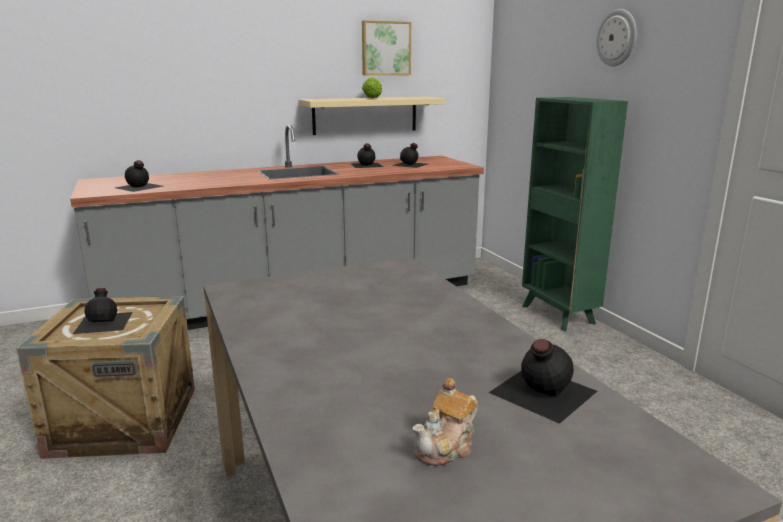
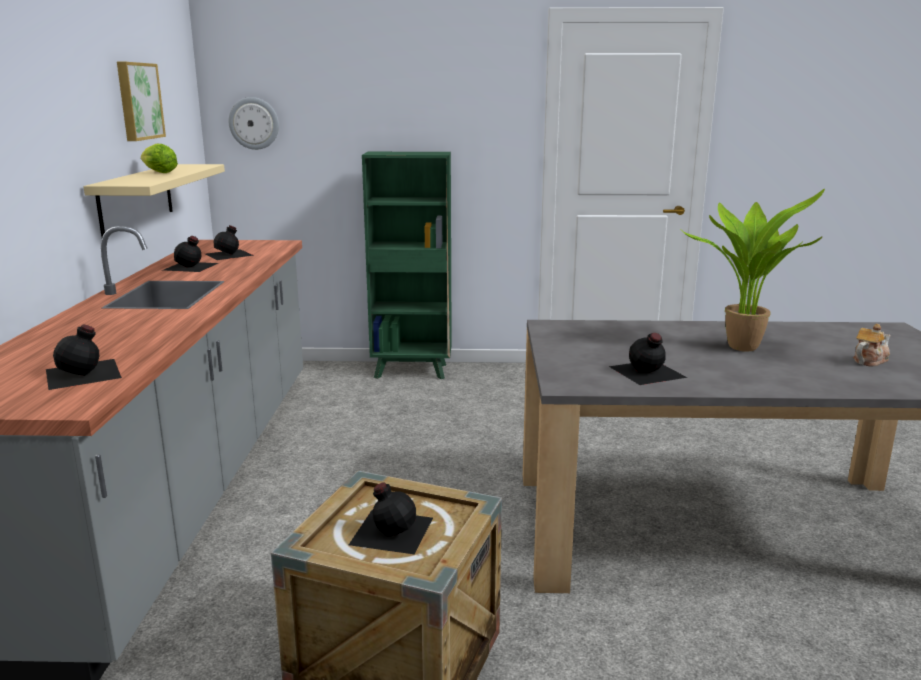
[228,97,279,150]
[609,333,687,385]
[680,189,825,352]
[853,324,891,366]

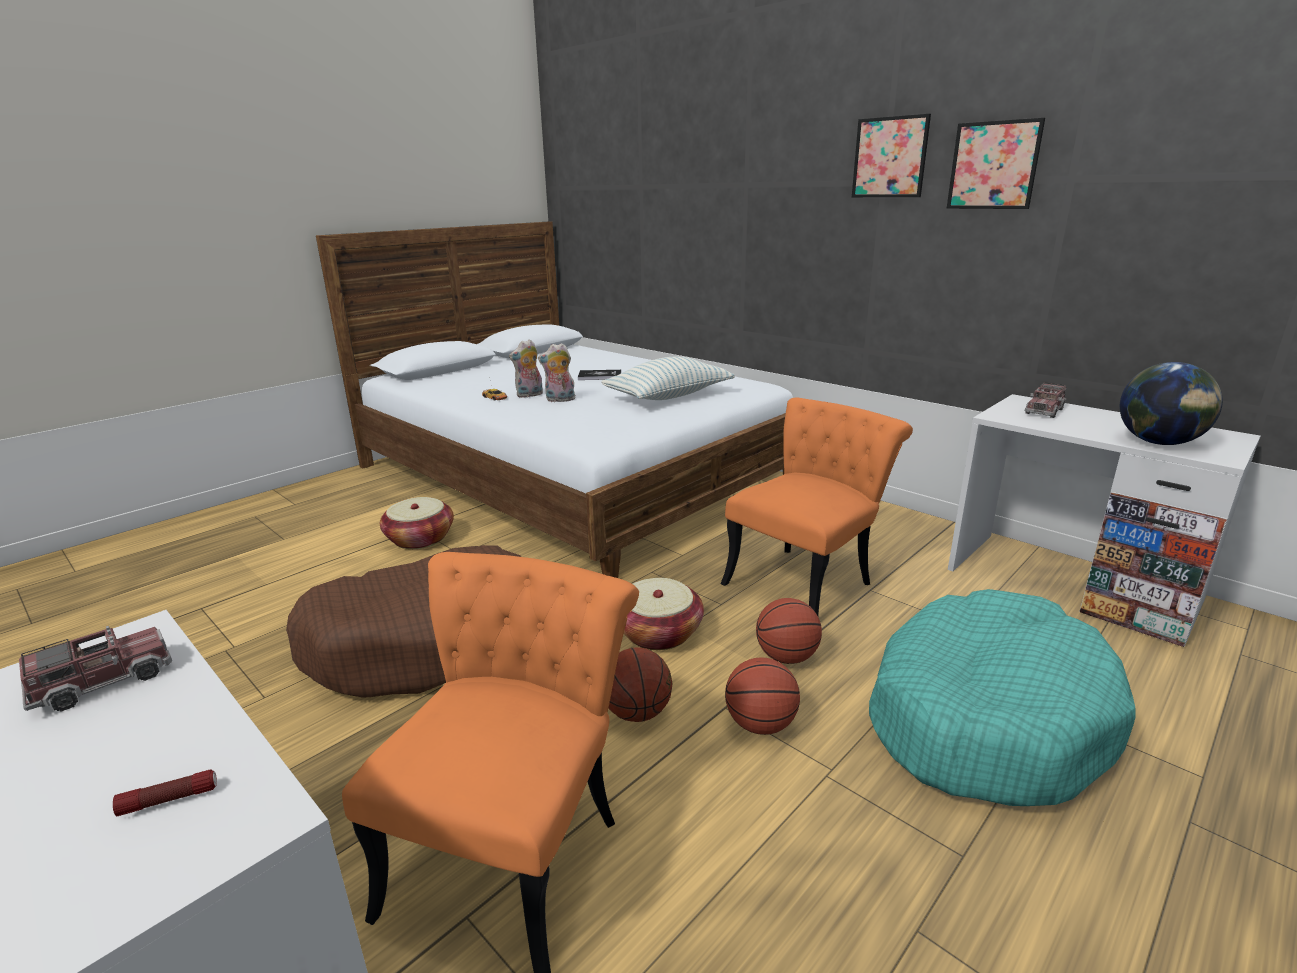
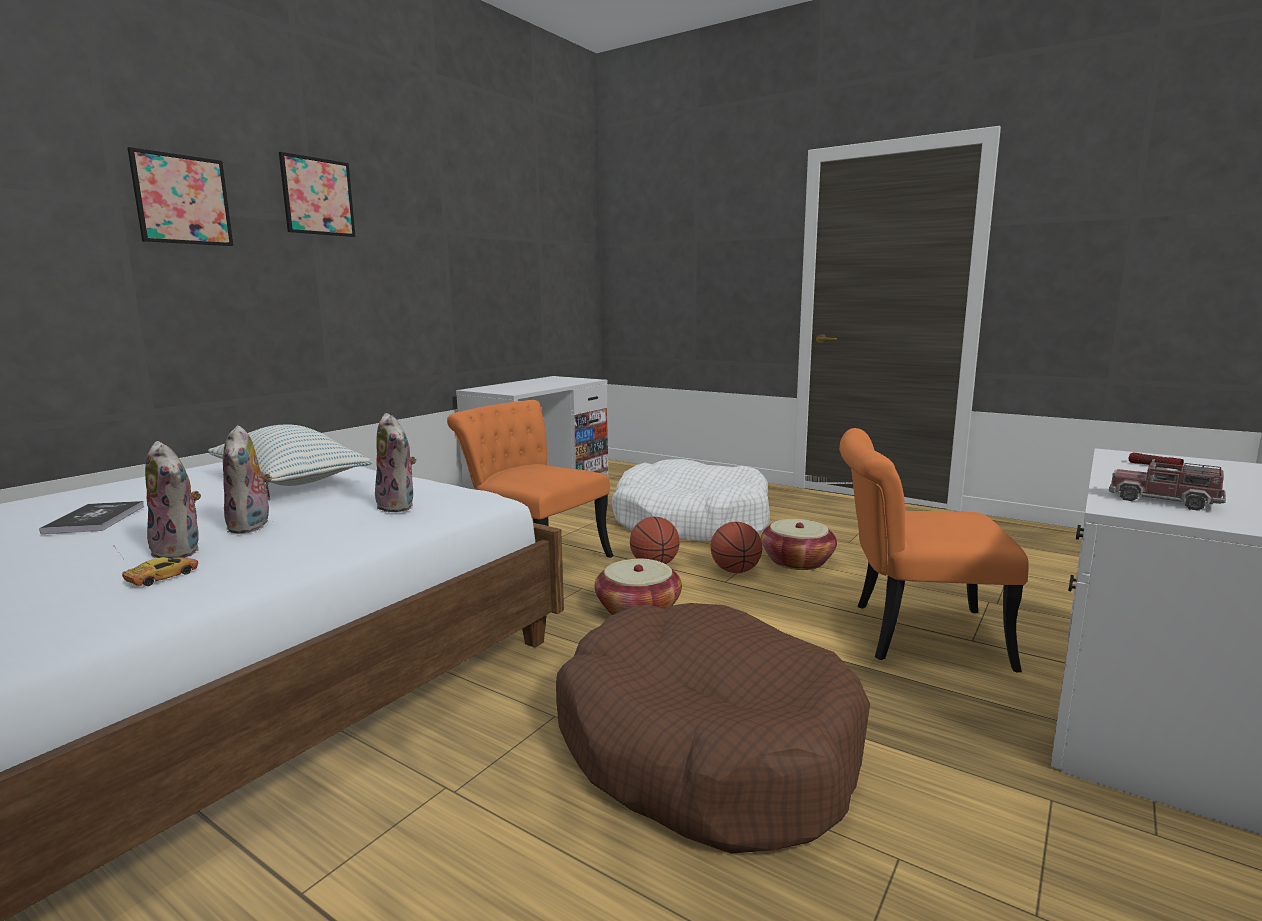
[128,147,233,246]
[375,413,416,512]
[612,459,770,542]
[761,519,837,570]
[609,647,672,722] (first image)
[1025,382,1067,418] (first image)
[1120,362,1223,445] (first image)

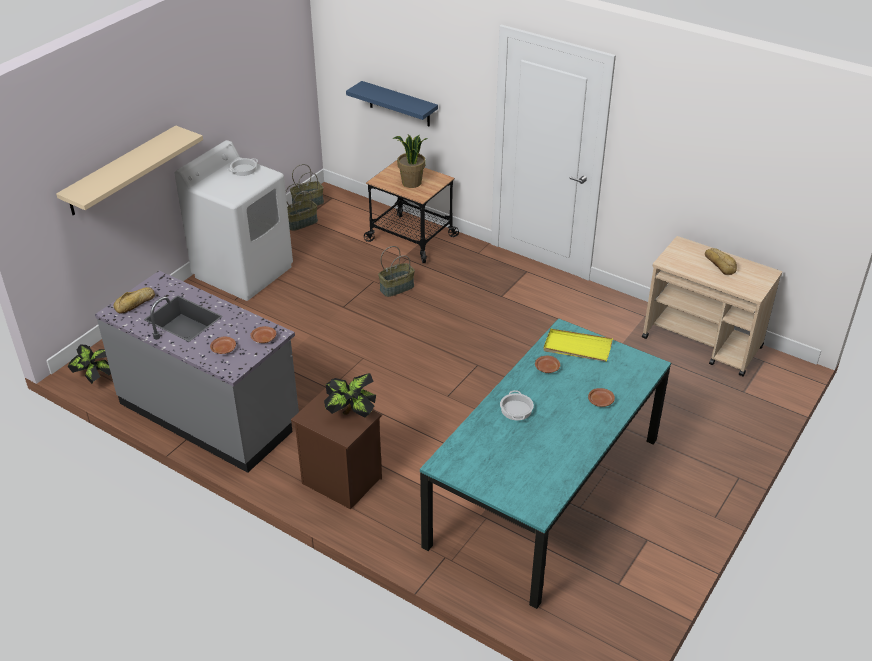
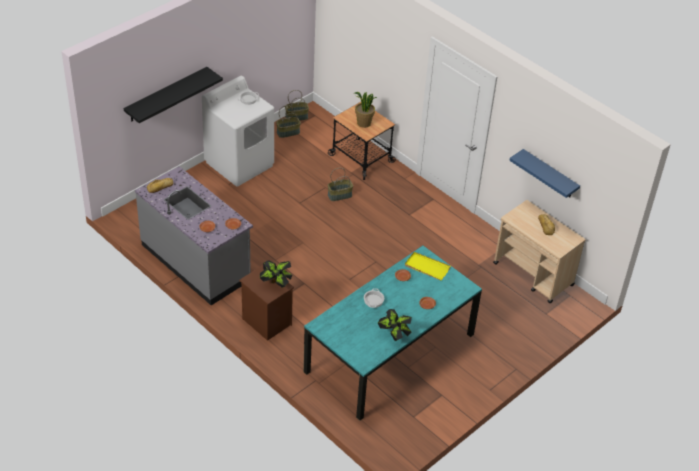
[124,67,223,123]
[378,309,412,341]
[509,149,580,198]

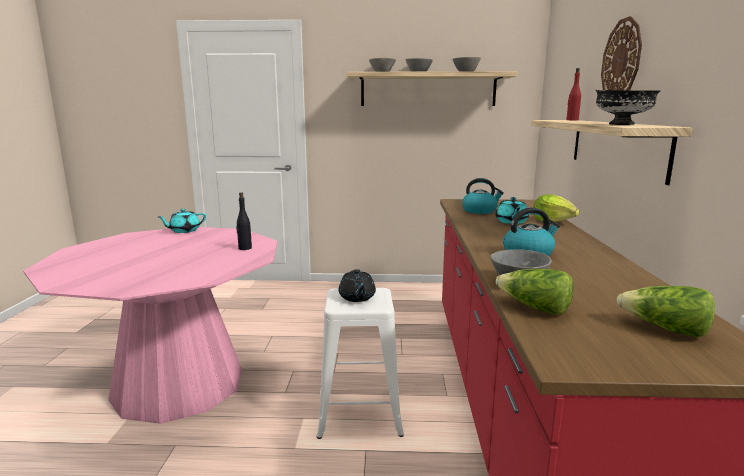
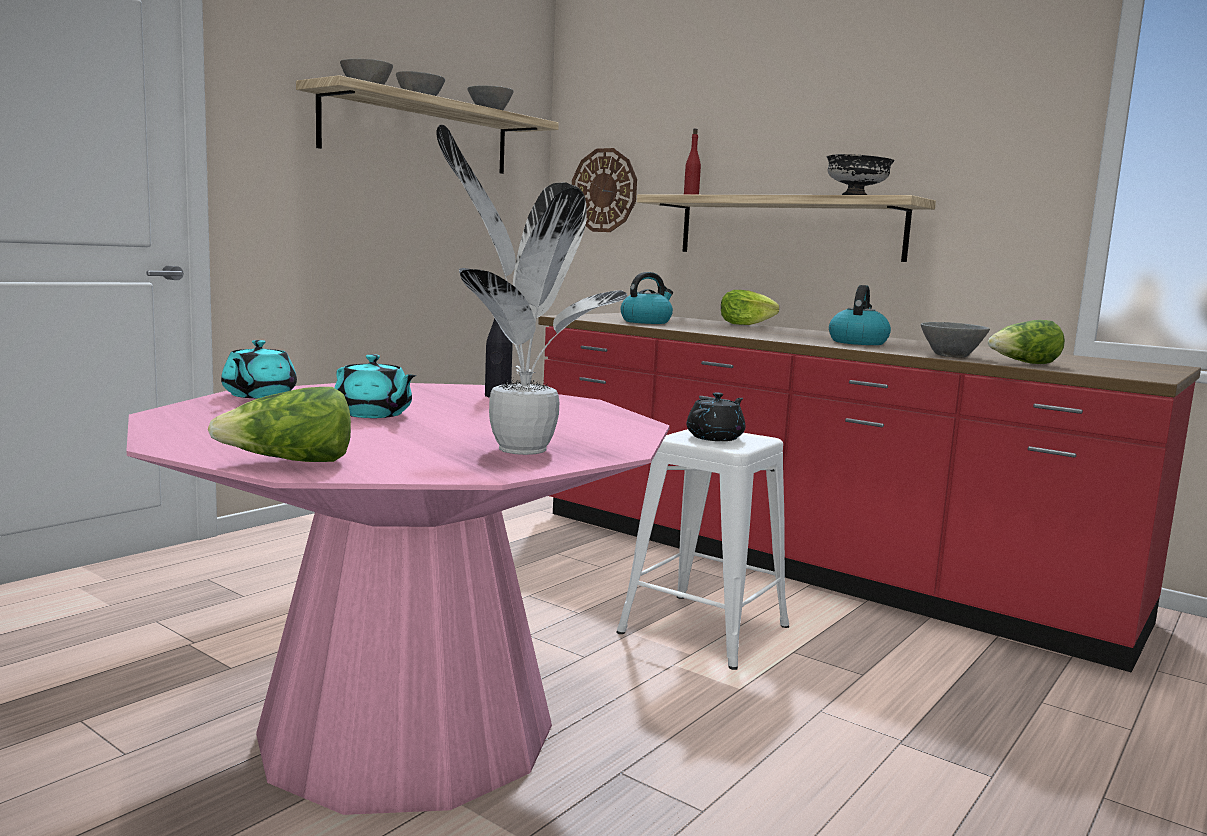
[208,387,351,462]
[334,354,416,418]
[436,125,627,455]
[572,148,637,232]
[687,392,745,441]

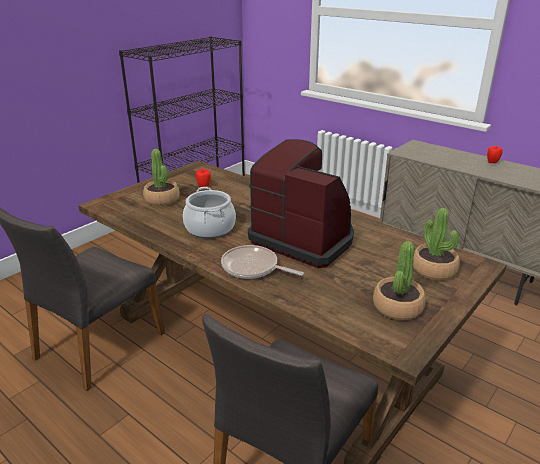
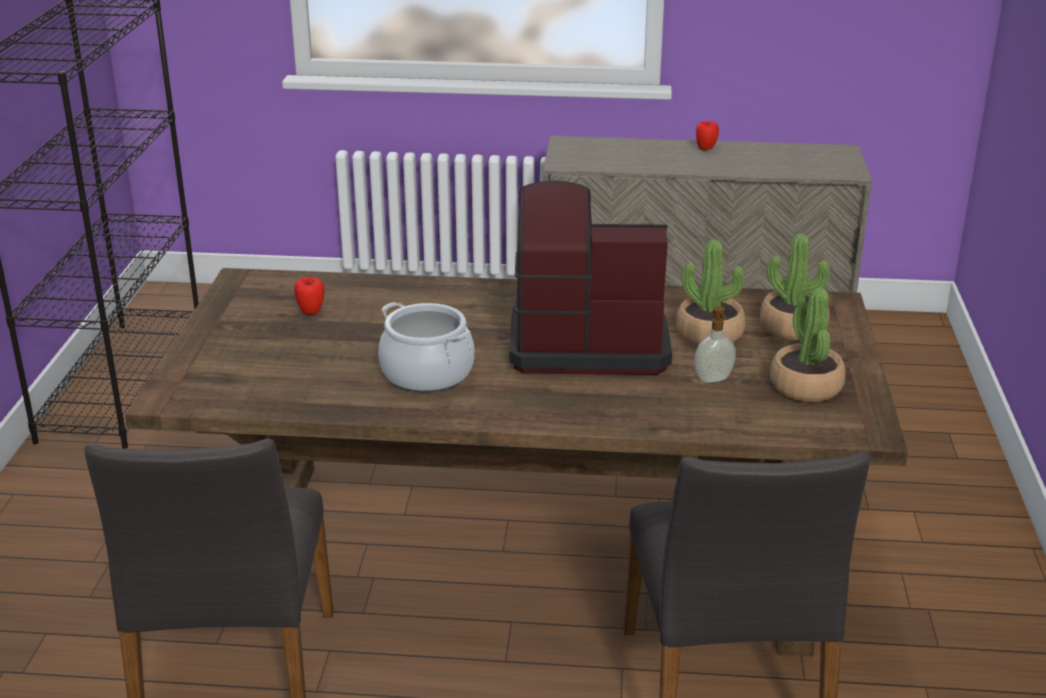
[676,239,745,345]
[694,306,736,383]
[221,245,304,279] (first image)

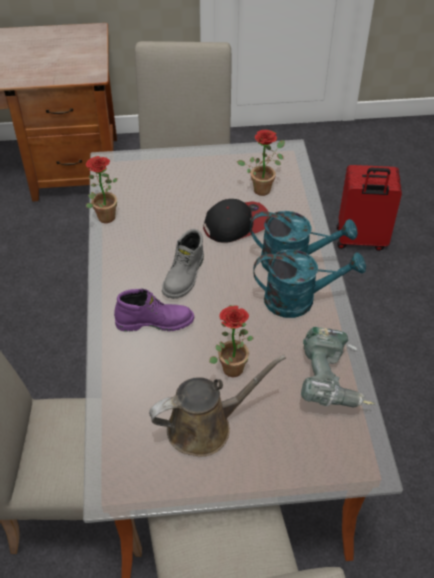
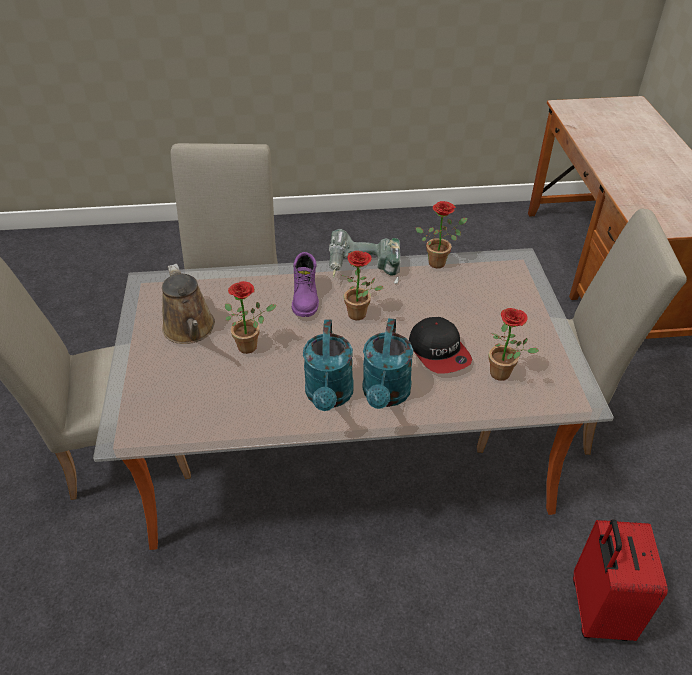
[329,229,400,284]
[342,251,383,320]

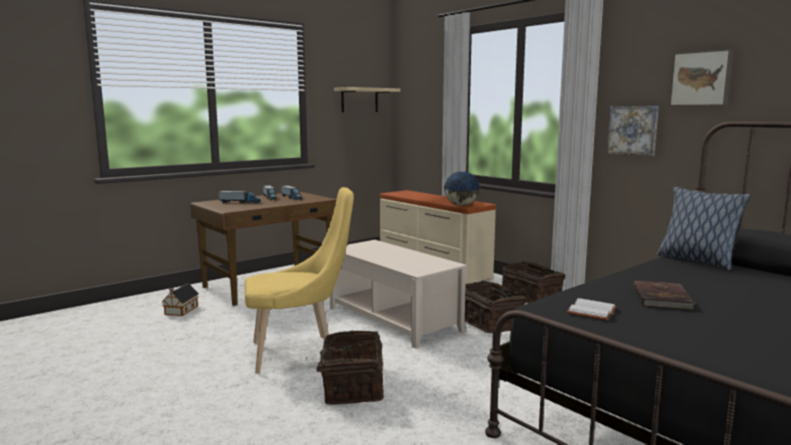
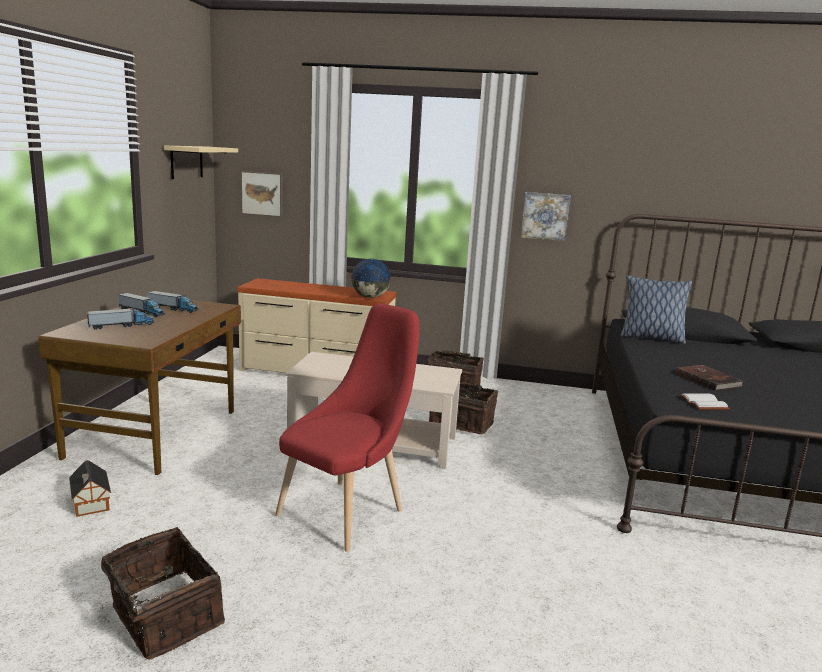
[101,527,225,660]
[241,171,283,217]
[275,303,420,552]

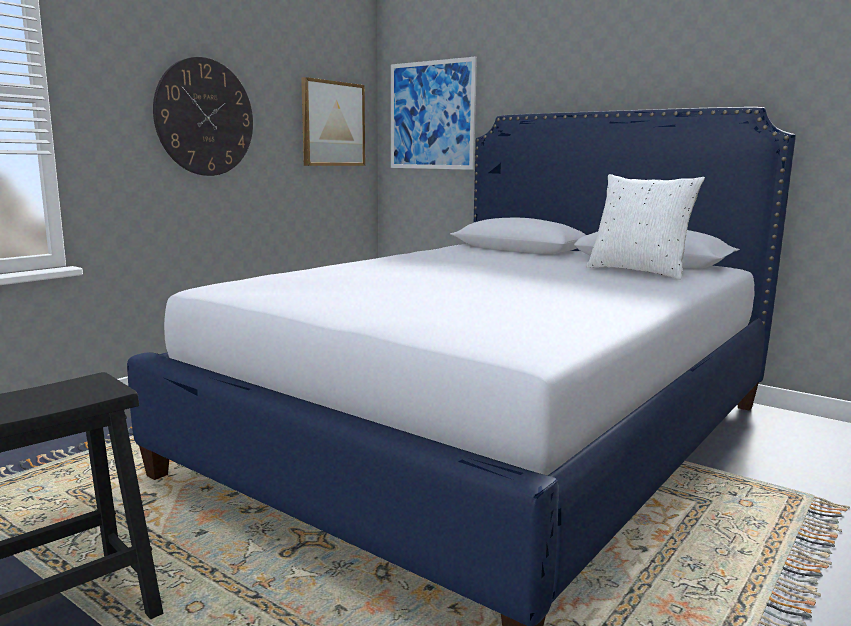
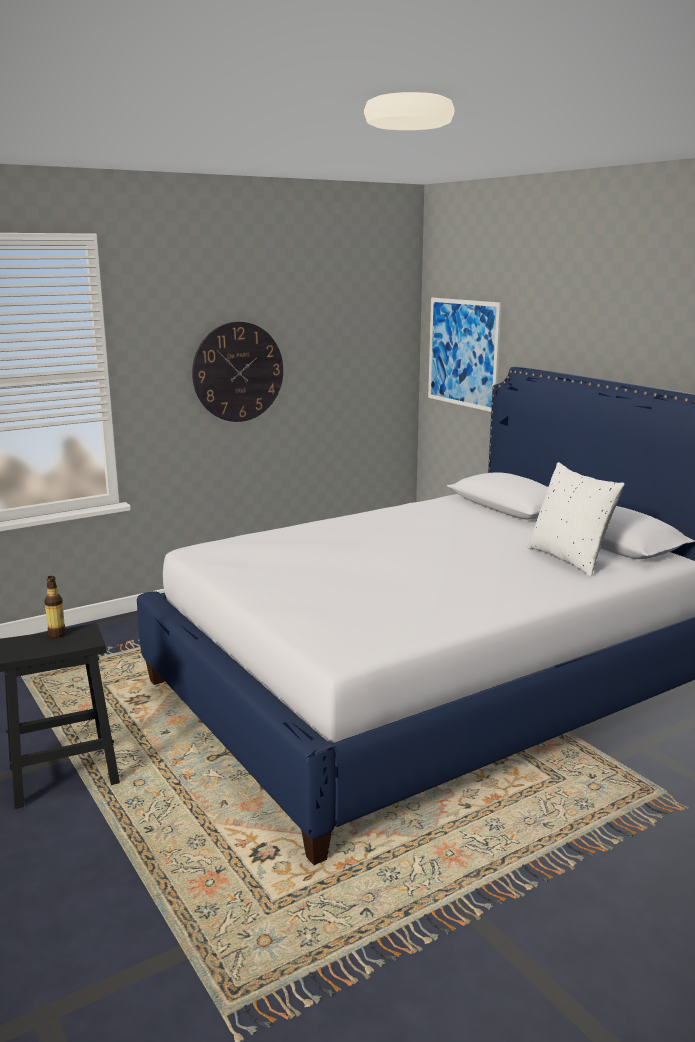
[44,576,66,638]
[301,77,365,166] (first image)

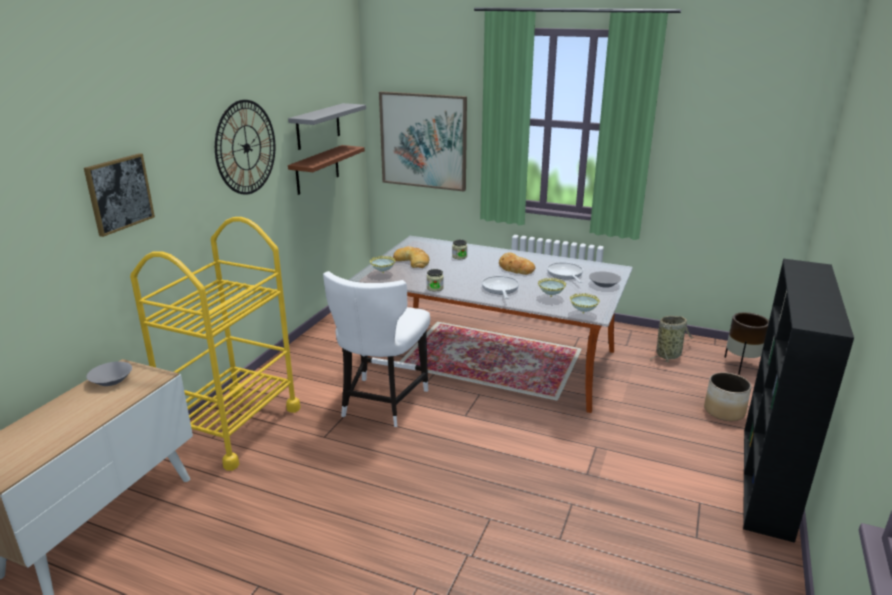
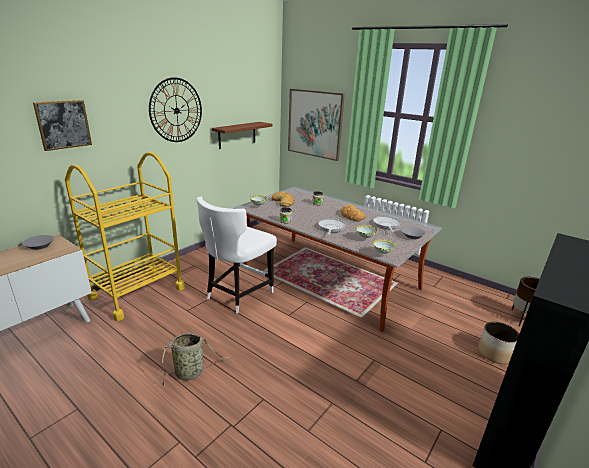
[158,333,230,386]
[288,103,366,150] (first image)

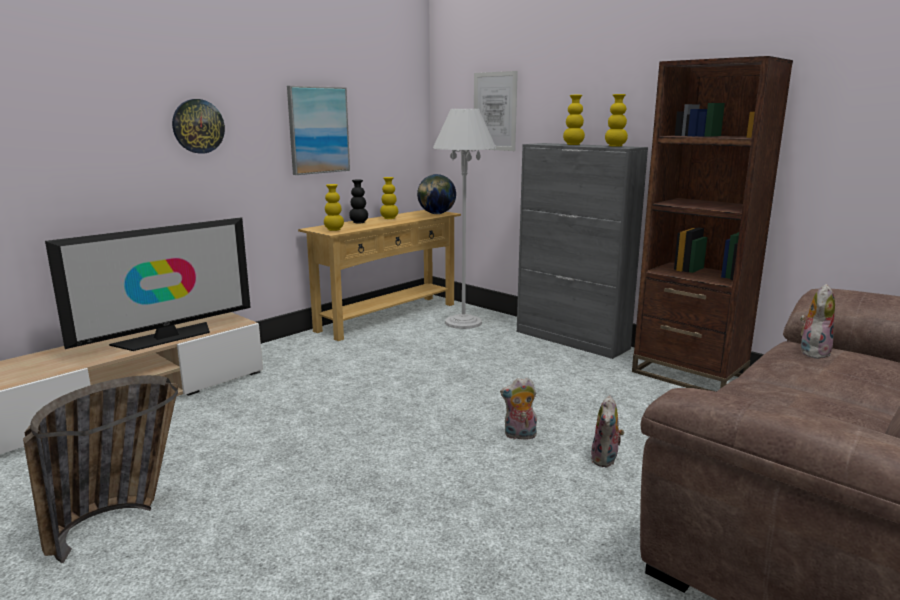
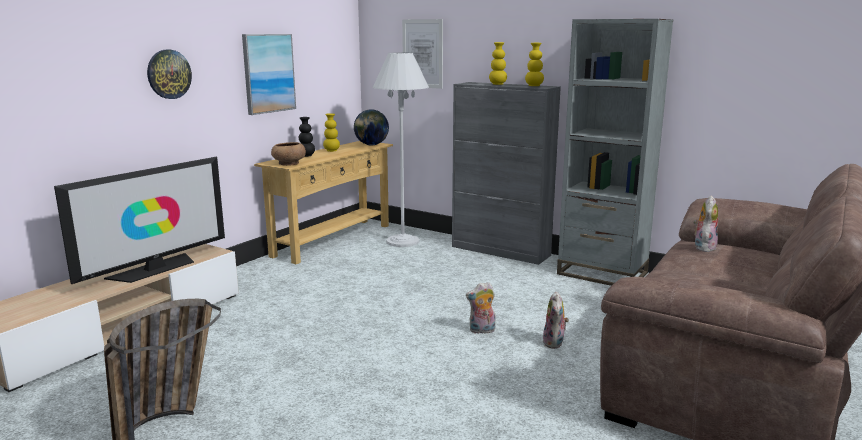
[271,142,306,166]
[557,19,673,286]

